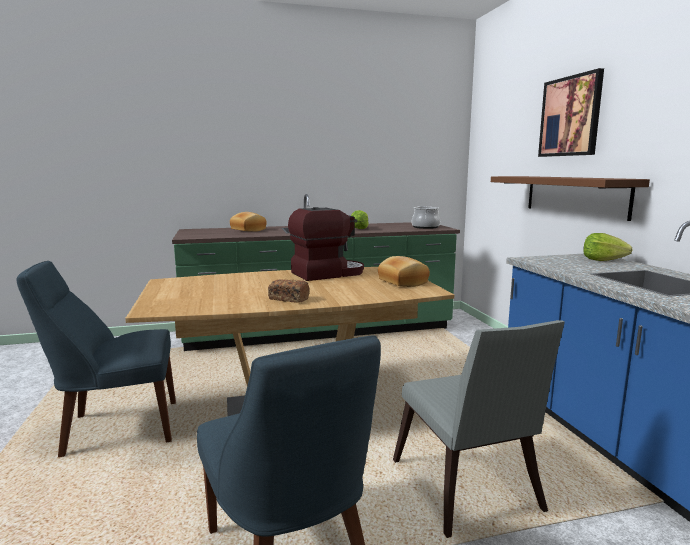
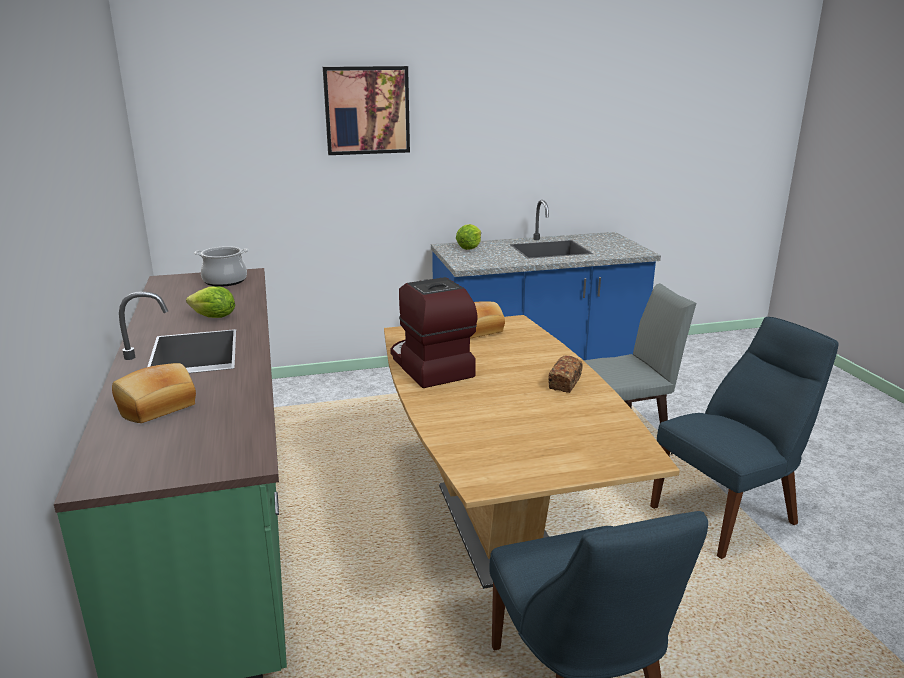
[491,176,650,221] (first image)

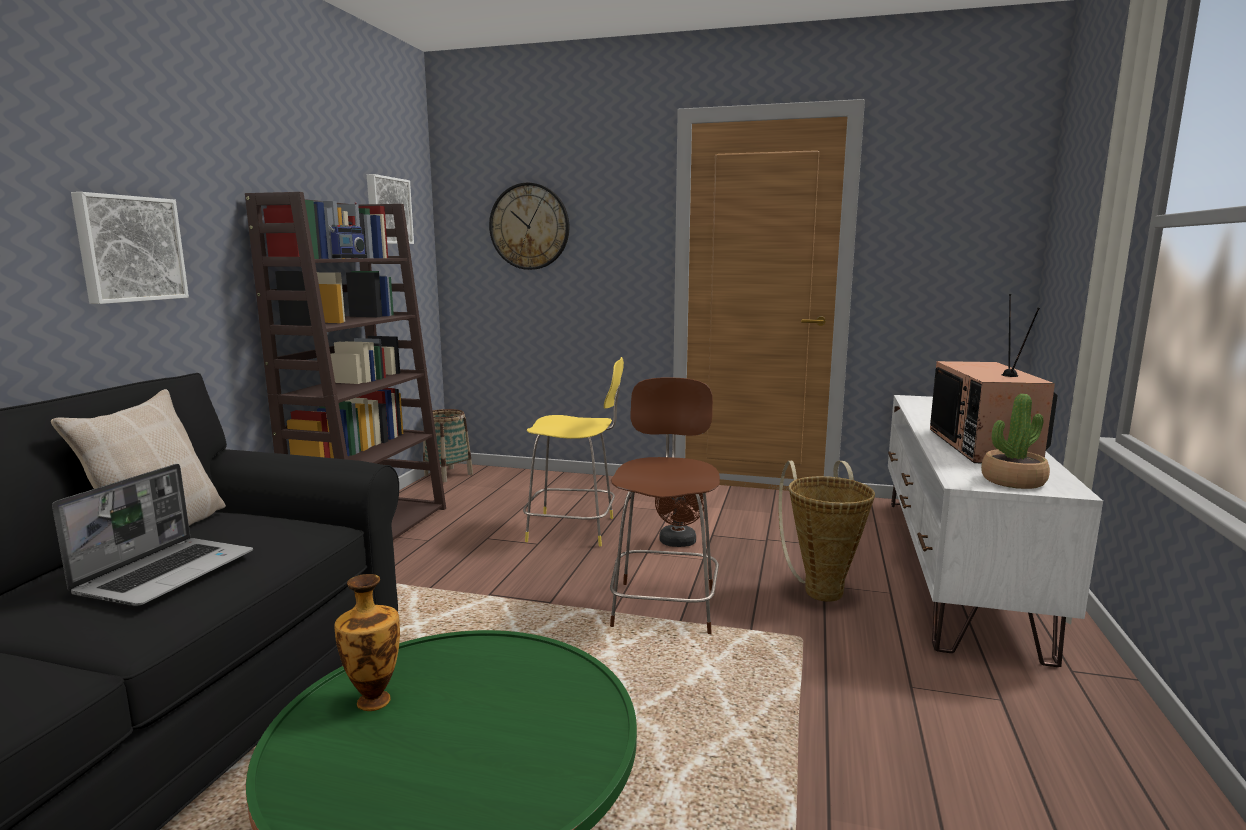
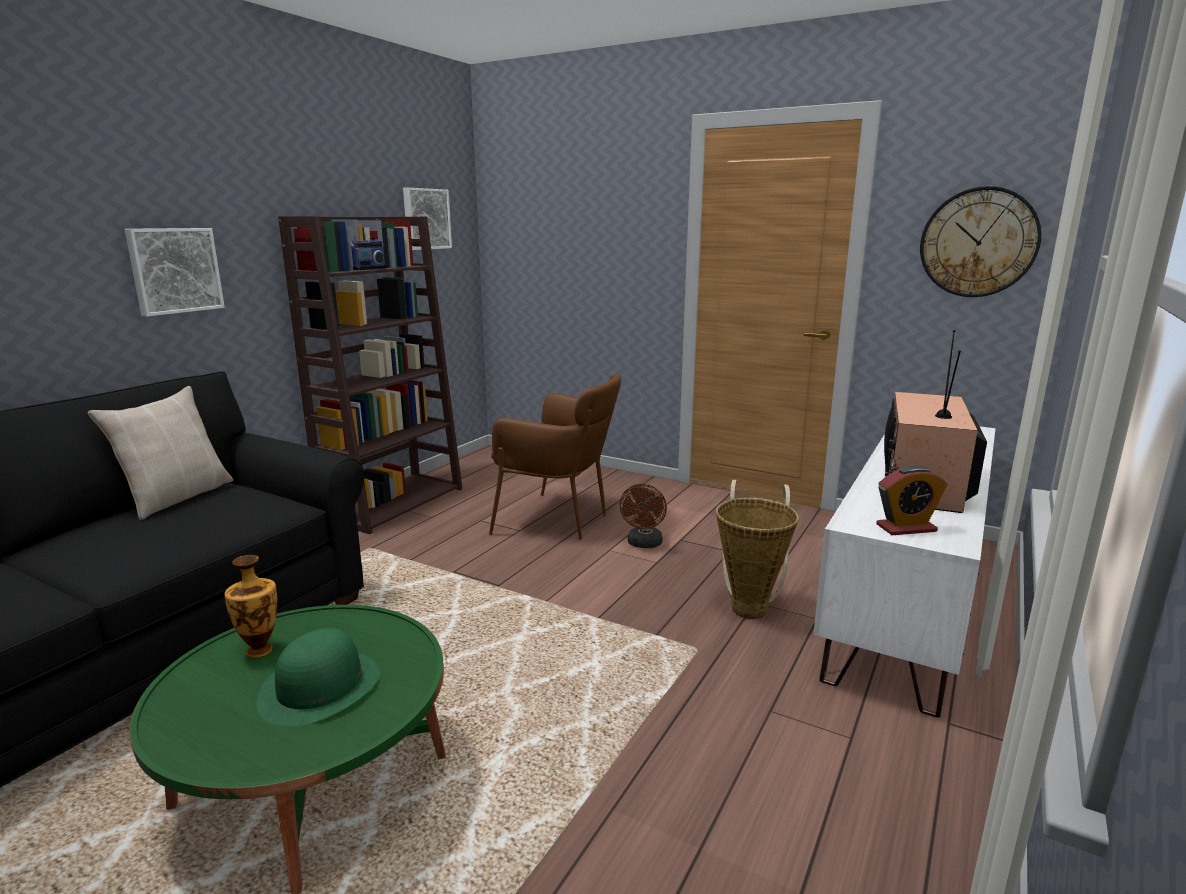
[256,628,380,726]
[489,374,621,539]
[876,465,947,535]
[920,186,1041,297]
[52,464,253,606] (first image)
[423,409,473,482] (first image)
[610,377,720,634] (first image)

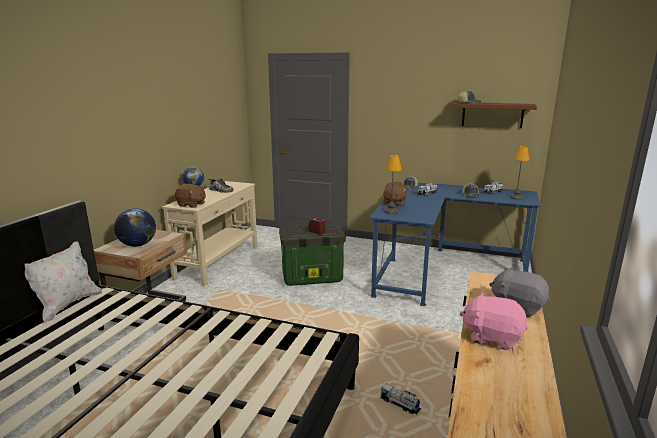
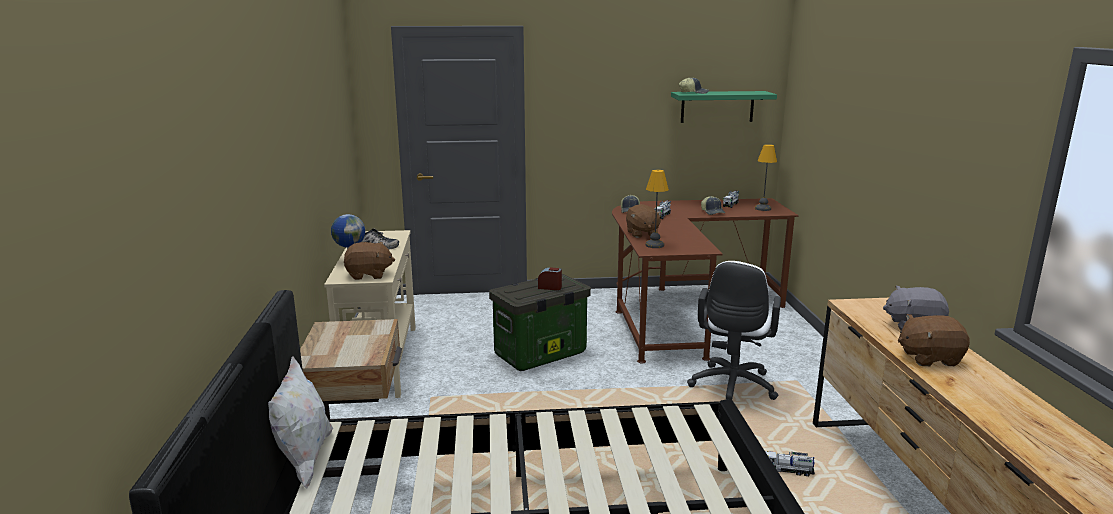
[612,198,798,364]
[671,91,777,123]
[687,261,781,400]
[898,314,970,366]
[114,208,156,247] (first image)

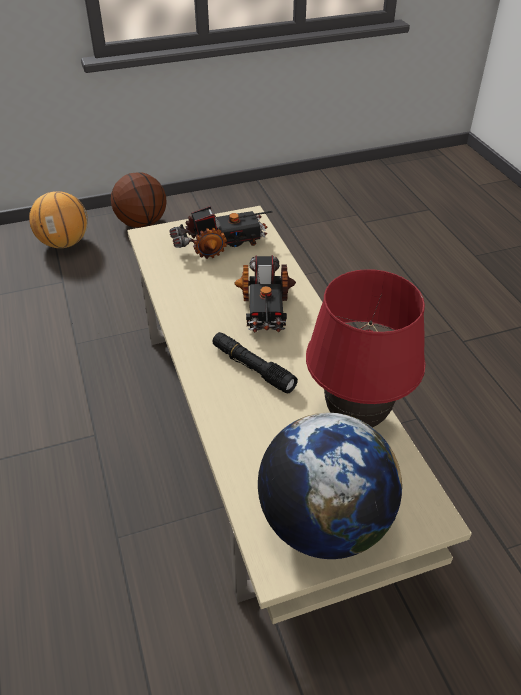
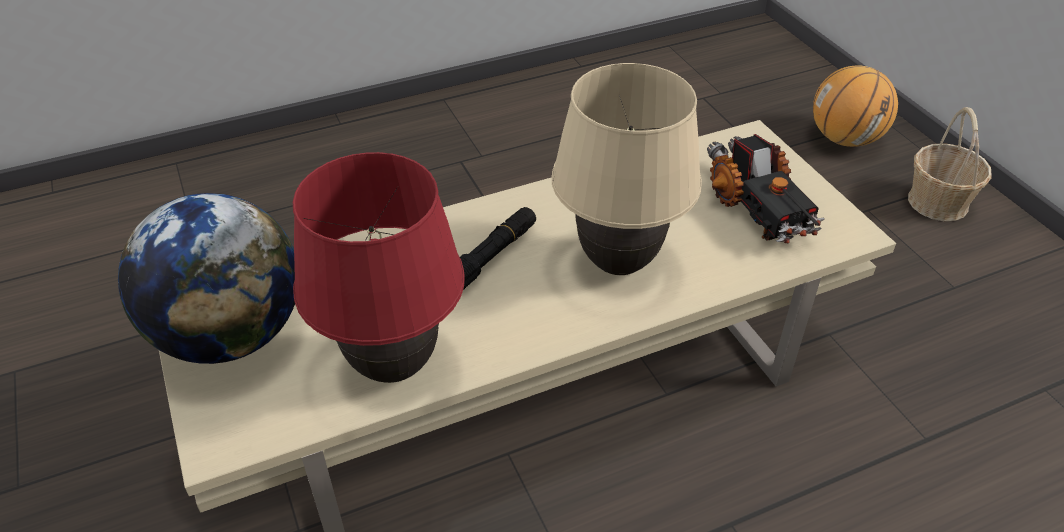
[552,63,702,275]
[908,107,992,221]

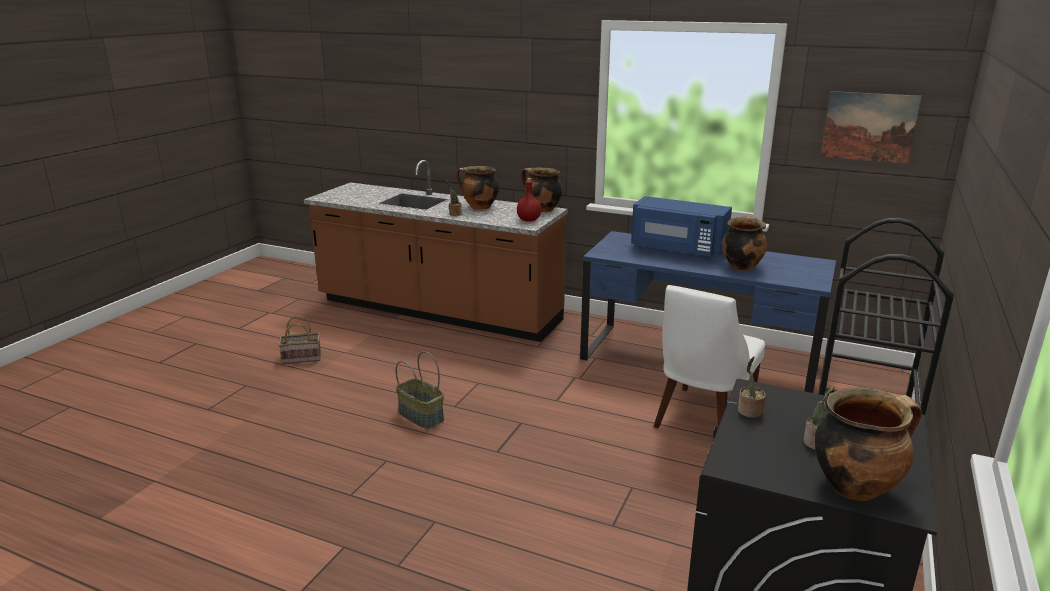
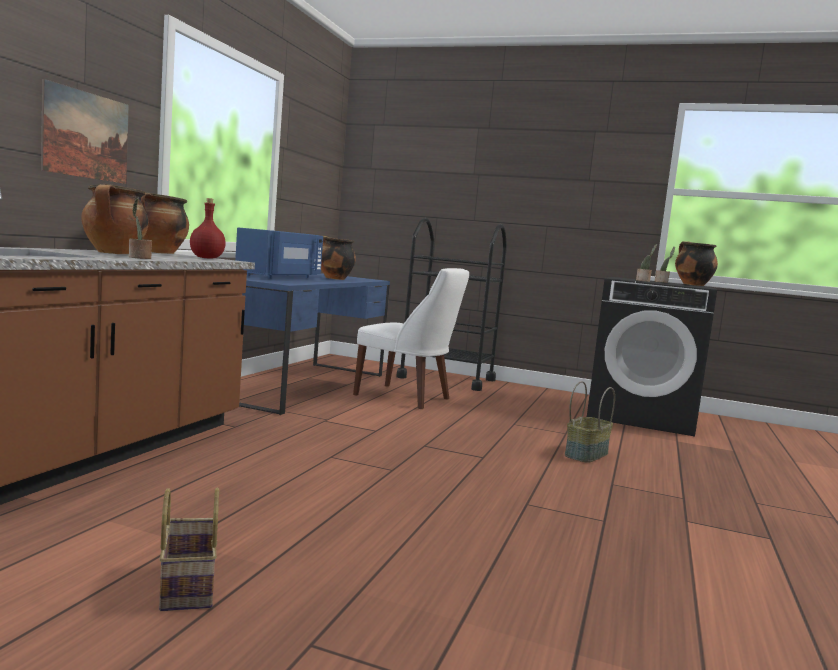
[41,79,129,184]
[565,381,615,463]

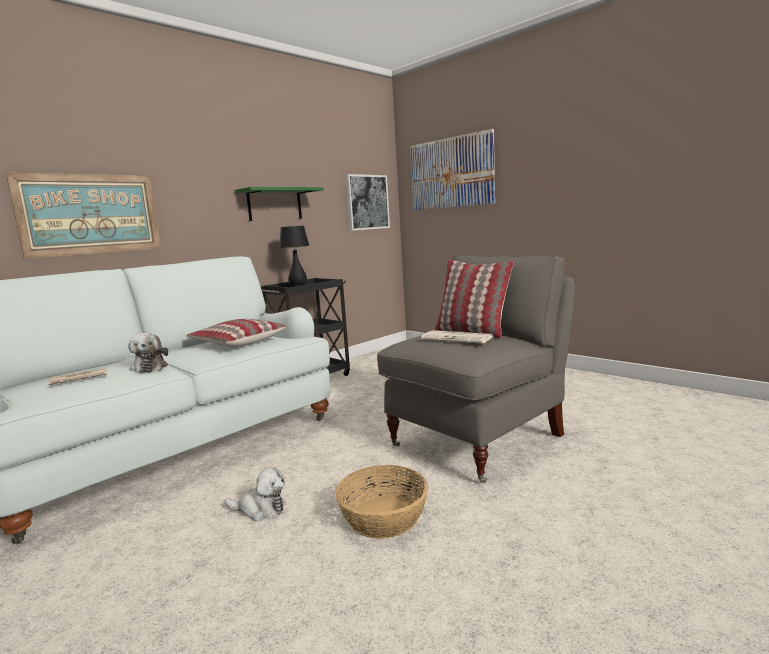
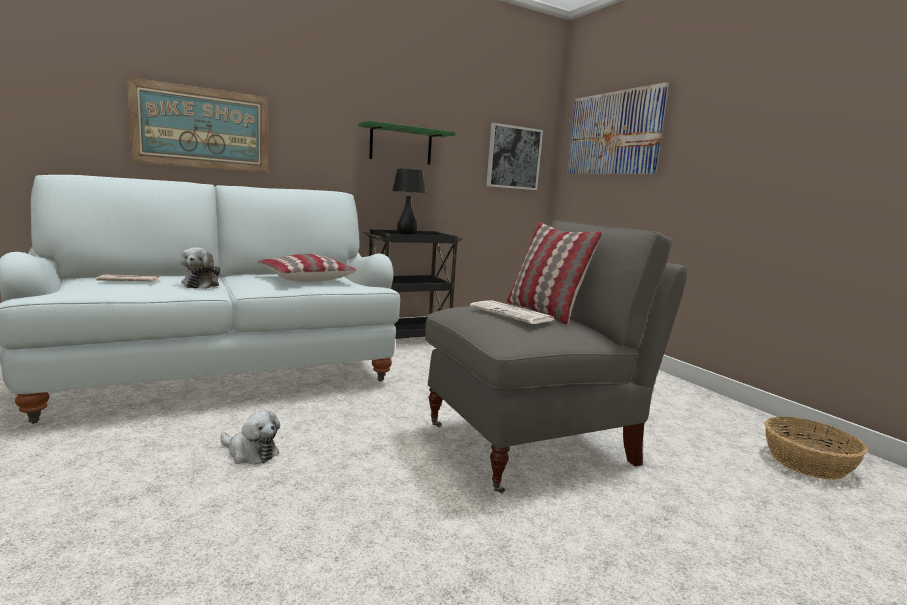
[765,417,868,480]

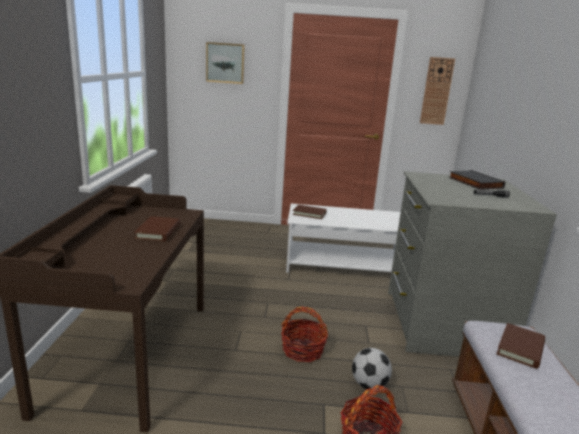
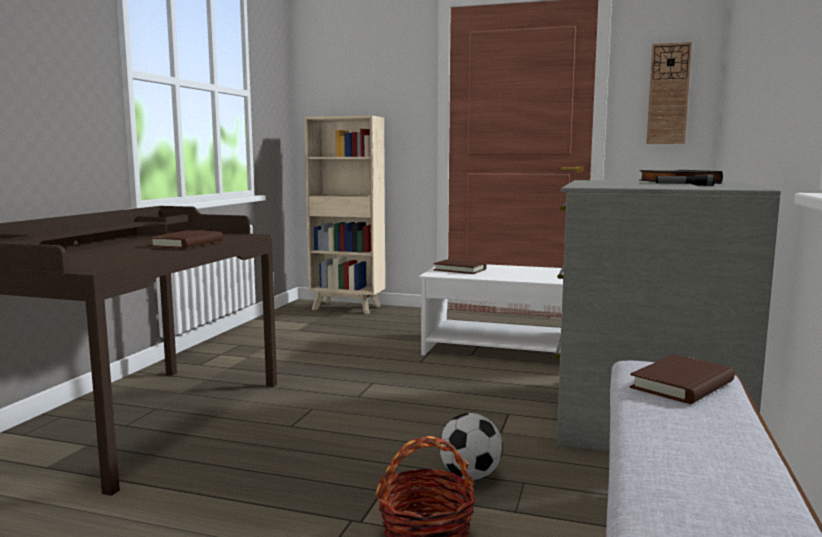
[304,115,385,314]
[206,42,245,84] (first image)
[281,307,328,362] (first image)

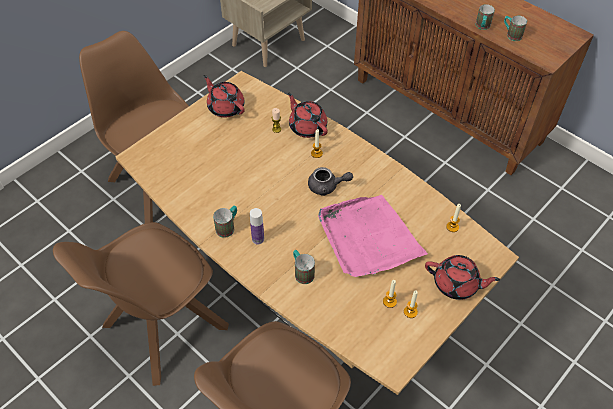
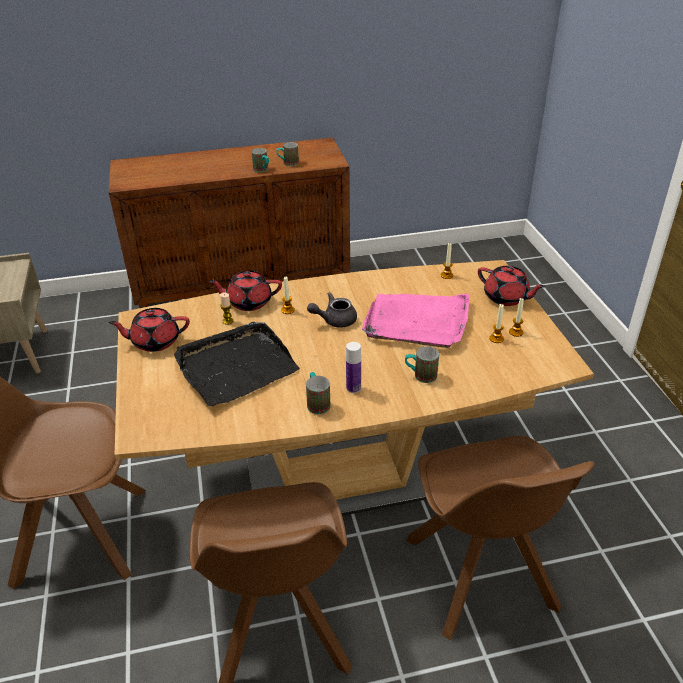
[174,322,300,406]
[307,292,357,328]
[478,266,546,306]

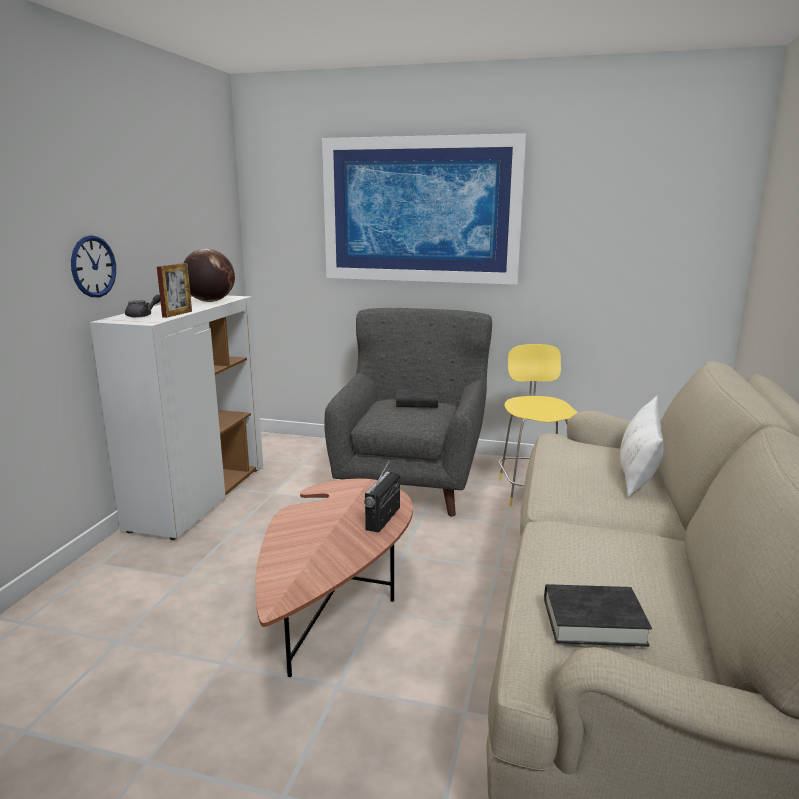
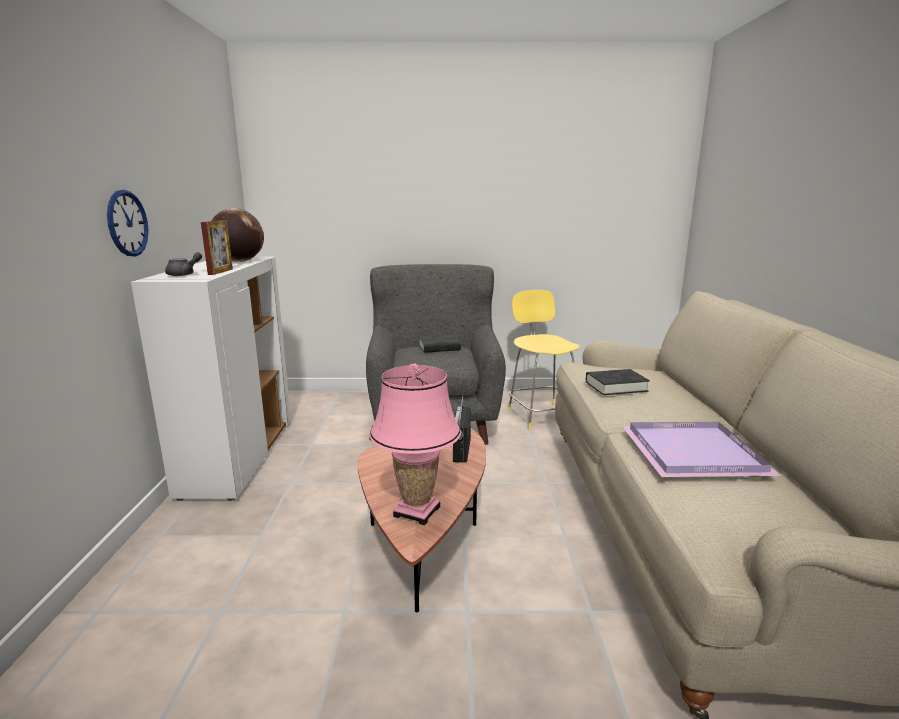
[369,363,461,525]
[586,369,650,395]
[622,422,781,478]
[322,133,527,285] (first image)
[620,396,664,497] (first image)

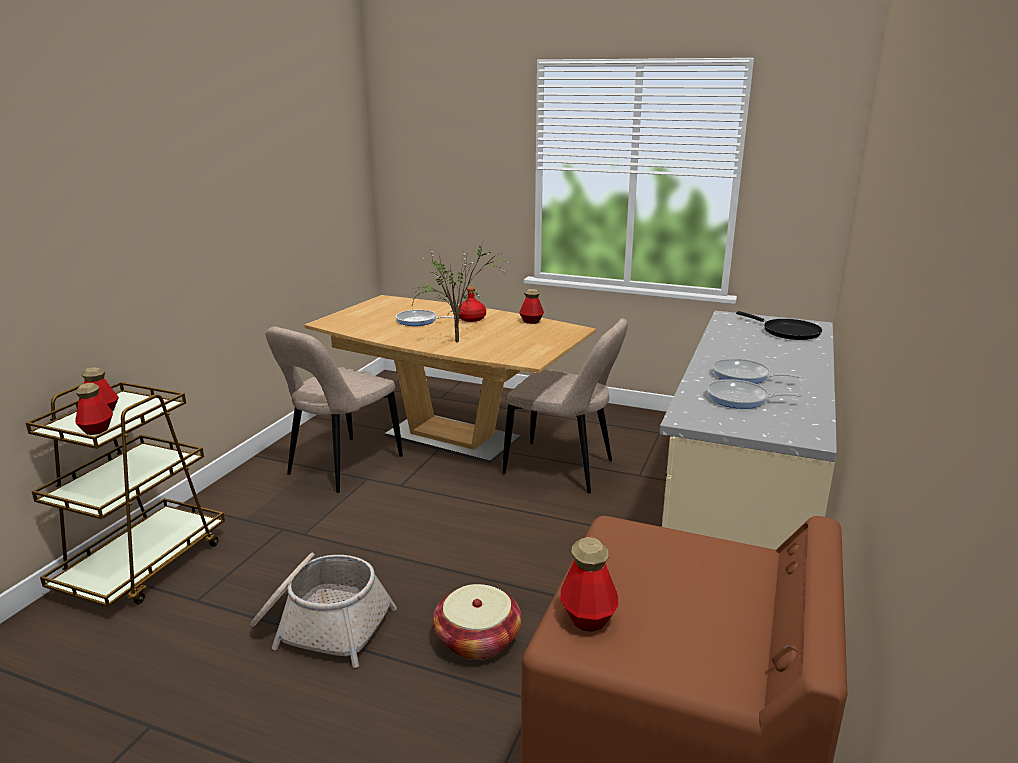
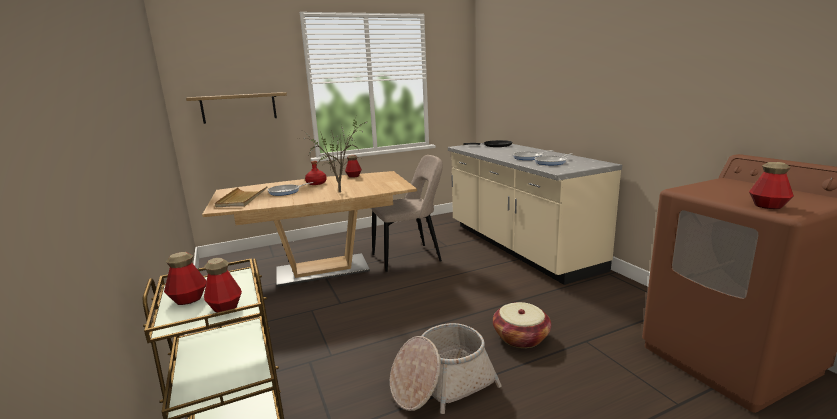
[186,92,287,124]
[215,186,268,207]
[265,327,403,493] (first image)

